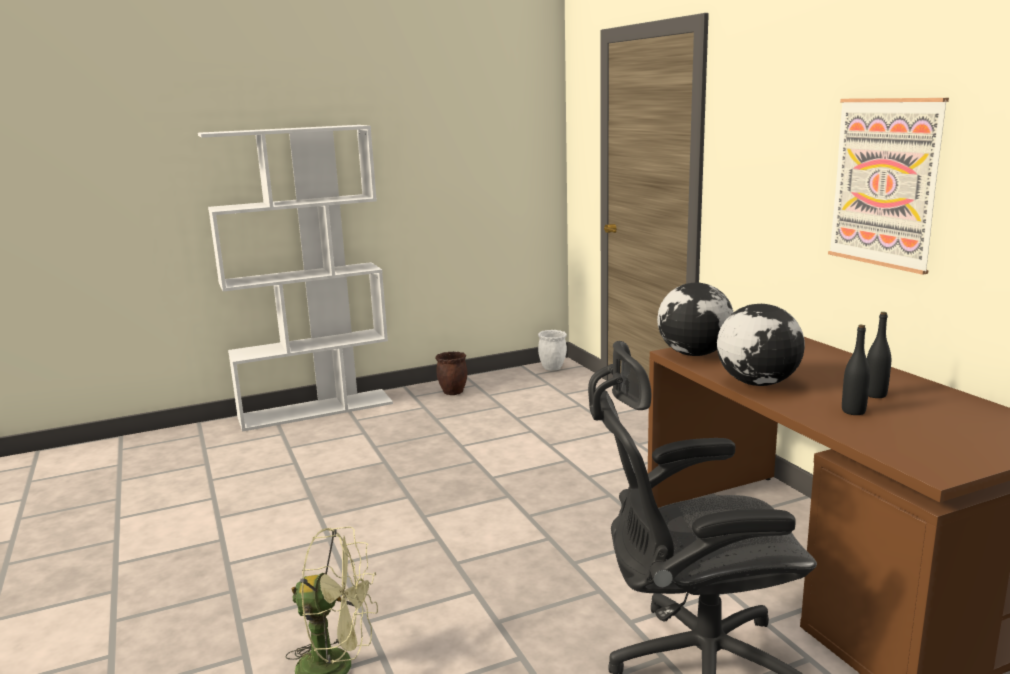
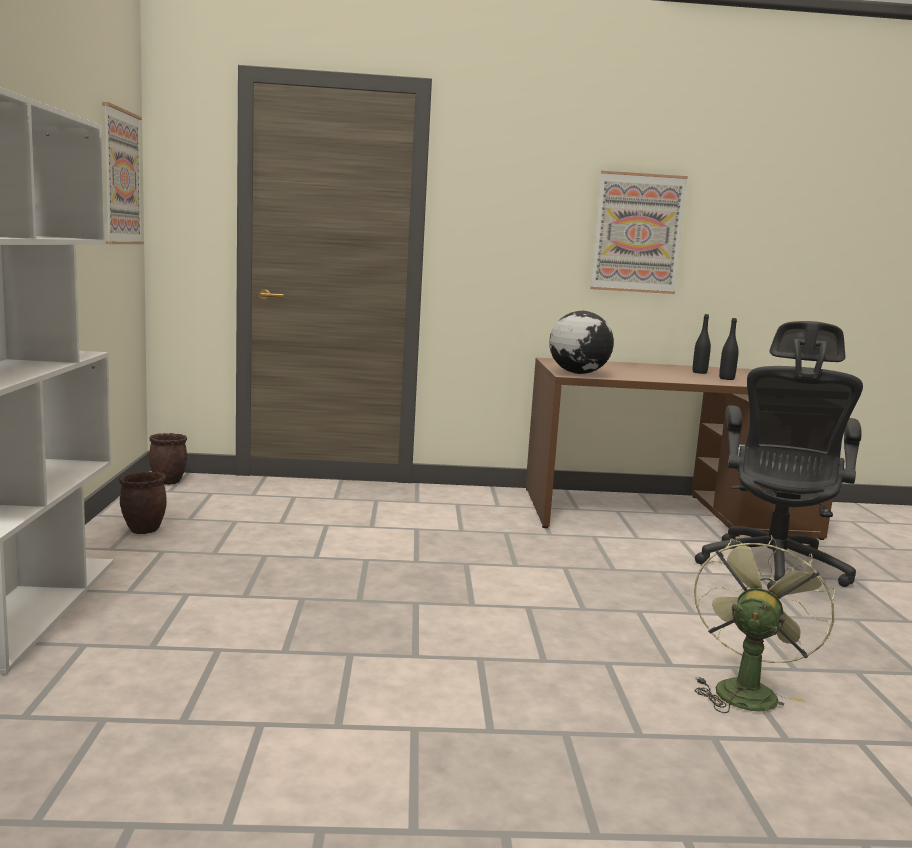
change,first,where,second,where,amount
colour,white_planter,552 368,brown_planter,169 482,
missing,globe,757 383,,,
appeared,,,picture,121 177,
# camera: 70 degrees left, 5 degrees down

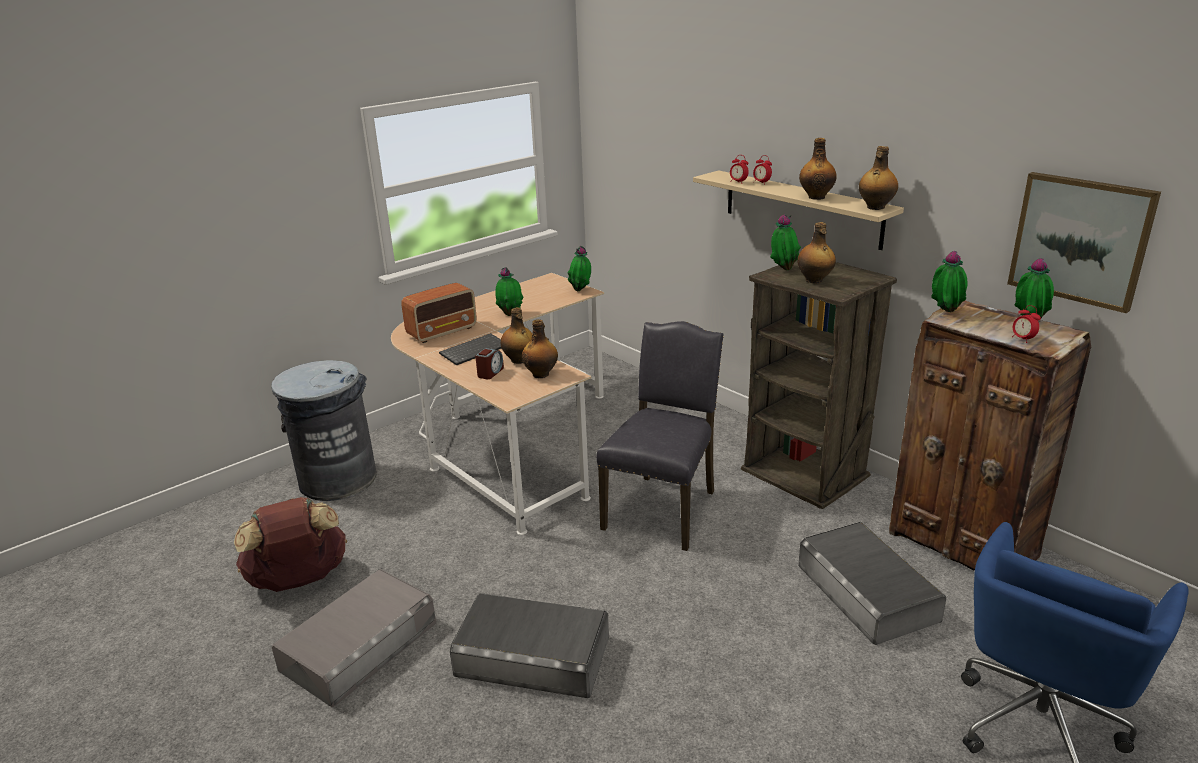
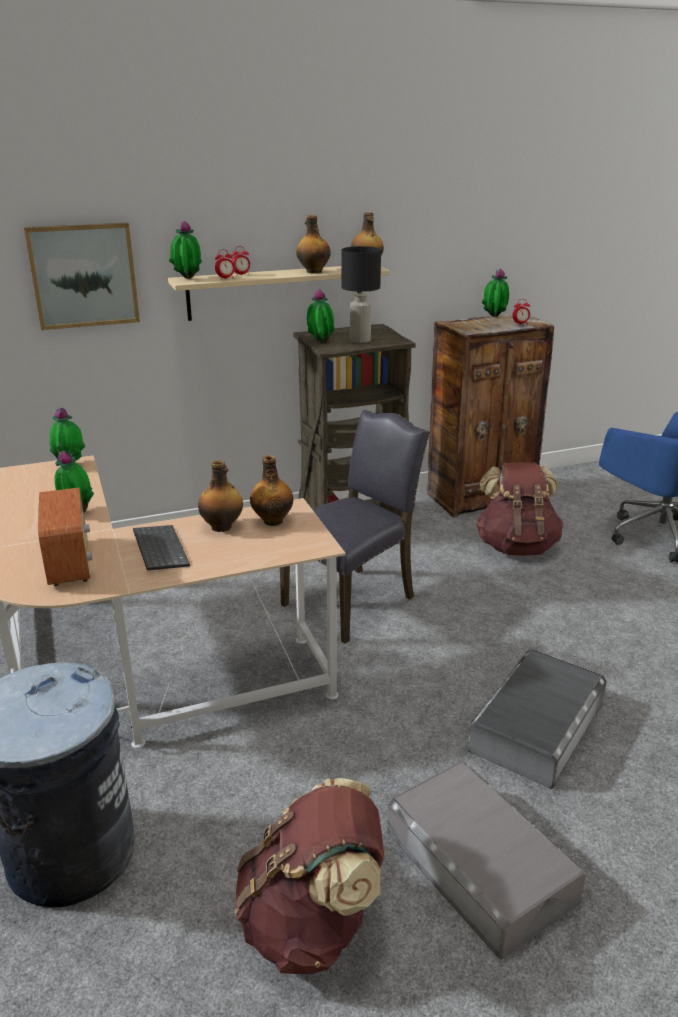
change,first,where,second,where,amount
missing,alarm_clock,490 373,,,
spun,grey_chair,663 508,,352 601,90 degrees clockwise
exchanged,bottle,814 280,black_table_lamp,360 340,
exchanged,grey_storage_box,867 592,brown_backpack,516 546,
relocated,potted_plant,944 312,,187 279,
relocated,picture,1080 240,,84 275,
# camera: 70 degrees left, 0 degrees up

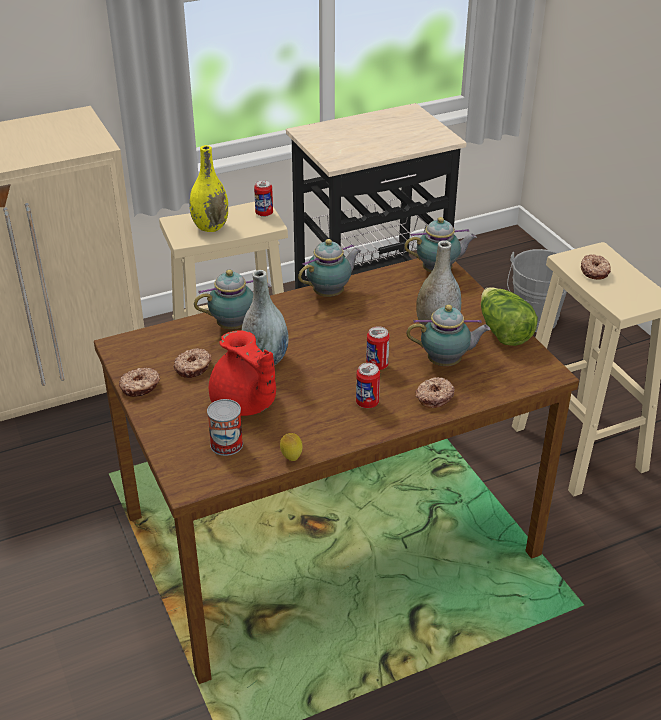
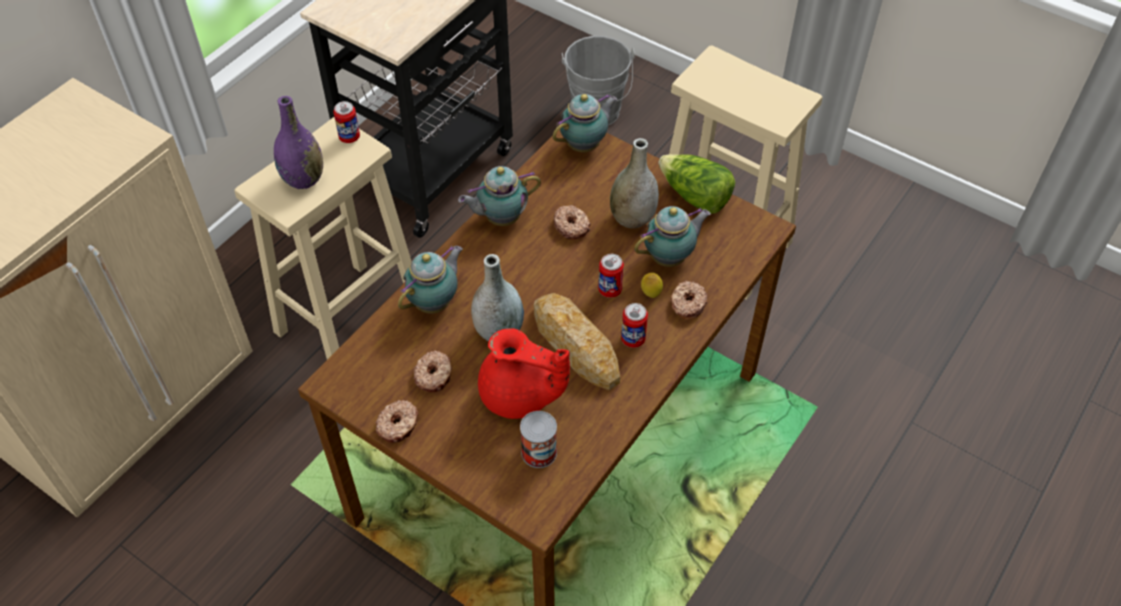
change,first,where,second,where,amount
colour,yellow_vase,210 227,purple_vase,303 179,
relocated,lemon,291 458,,650 294,
spun,teapot,331 293,,500 218,135 degrees counterclockwise
relocated,donut,595 271,,571 226,
appeared,,,bread,575 345,
# camera: 30 degrees left, 15 degrees up

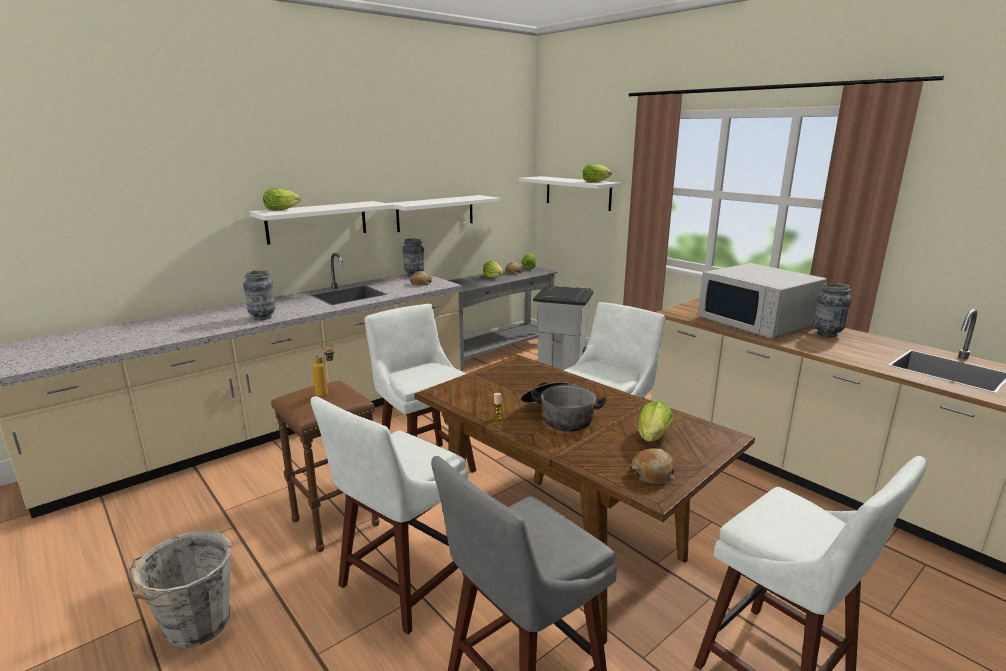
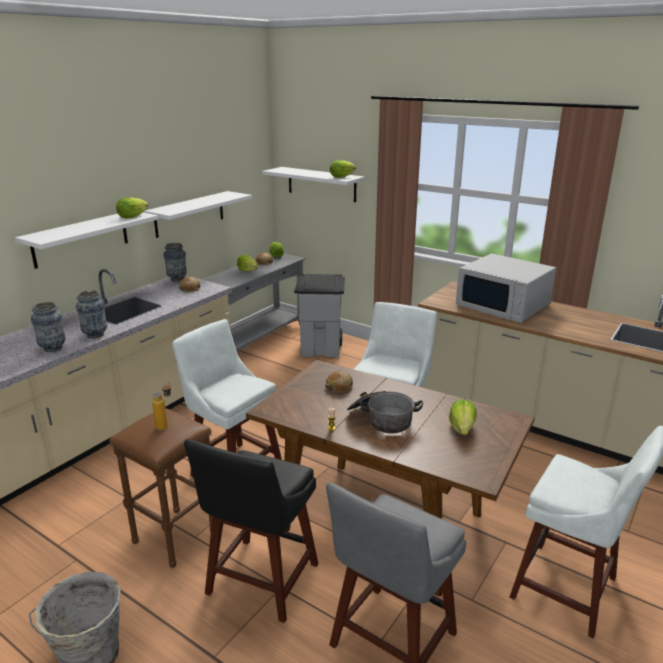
change,first,where,second,where,amount
relocated,lettuce,281 210,,132 217,
colour,white_chair,400 585,black_chair,259 582,
relocated,bread,652 473,,339 387,
relocated,vase,827 334,,95 335,
# camera: 15 degrees left, 5 degrees up

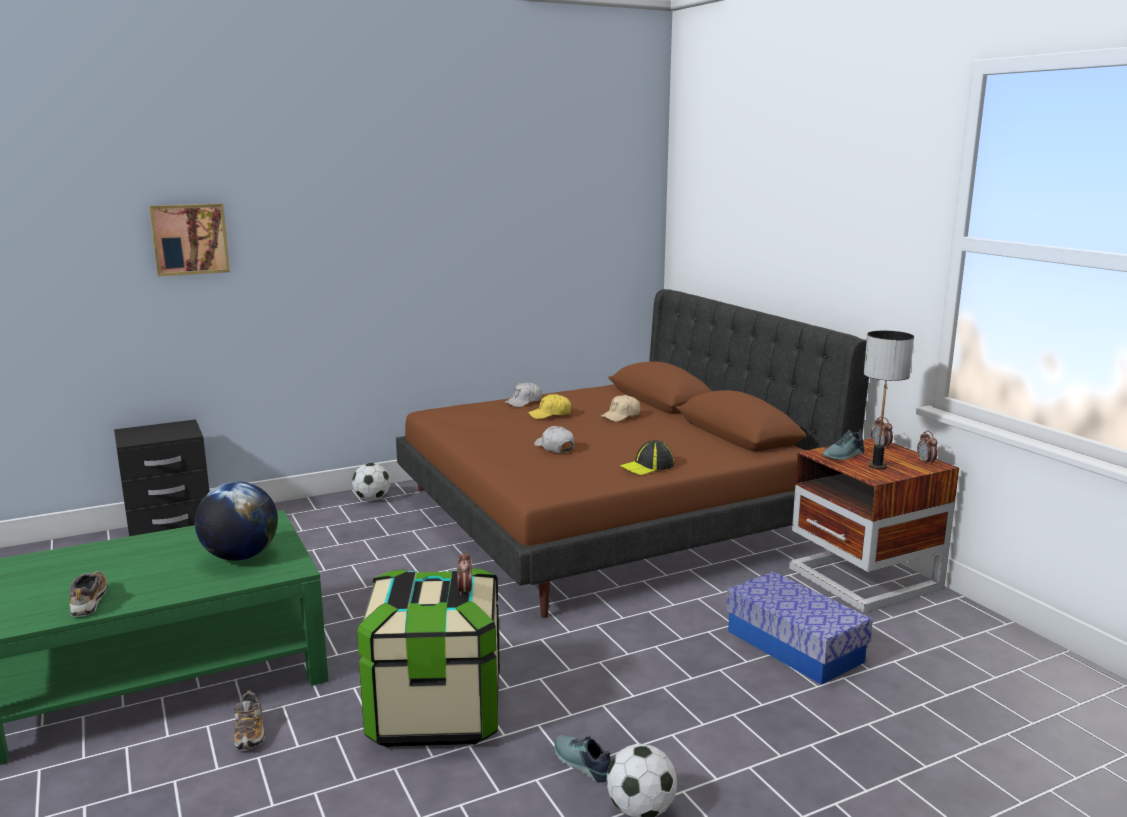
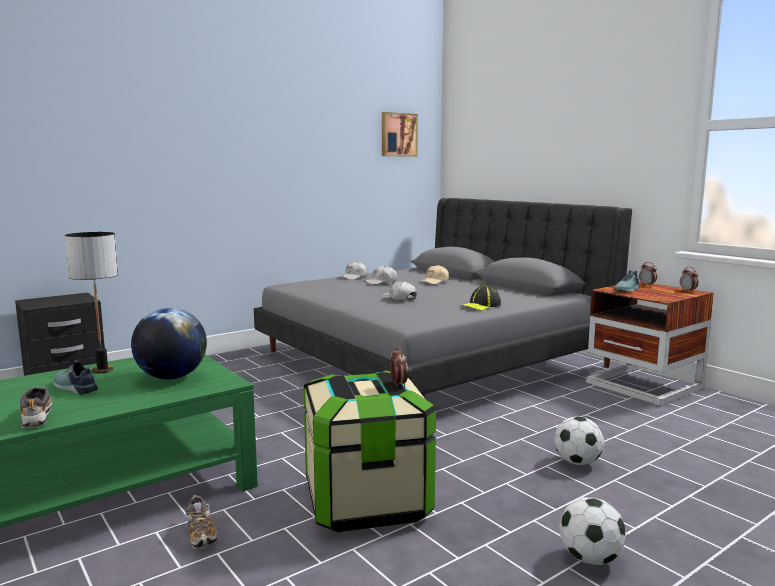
change,first,where,second,where,amount
relocated,picture,189 239,,398 135,
relocated,football,372 499,,577 462,
colour,brown_bed,611 516,grey_bed,432 359,
colour,yellow_cap,550 414,white_cap,381 282,
relocated,shoe,582 764,,74 388,
missing,storage_box,794 646,,,
relocated,table_lamp,877 466,,102 370,
# camera: 10 degrees left, 5 degrees down

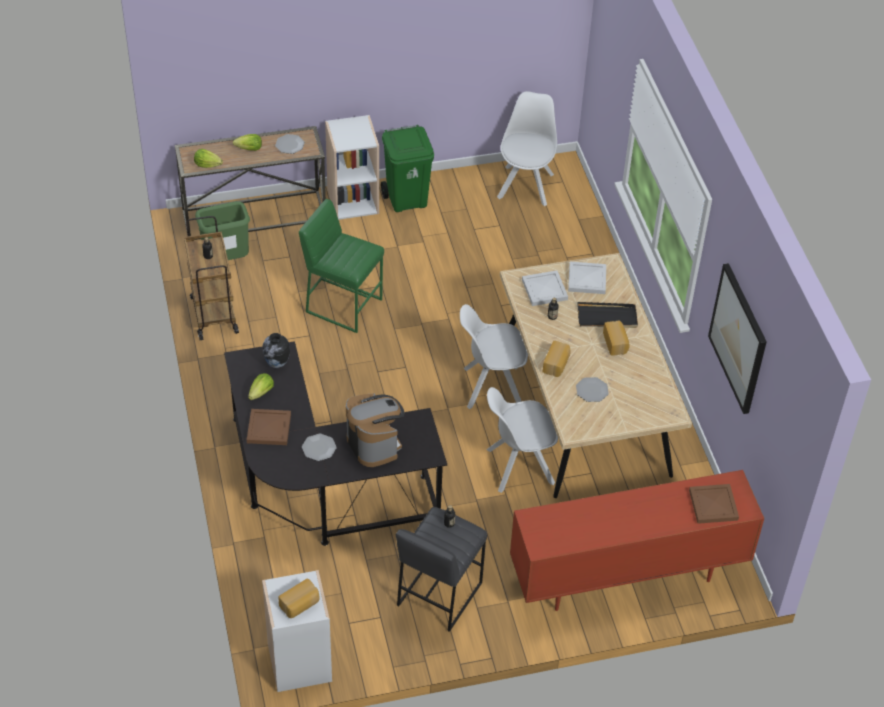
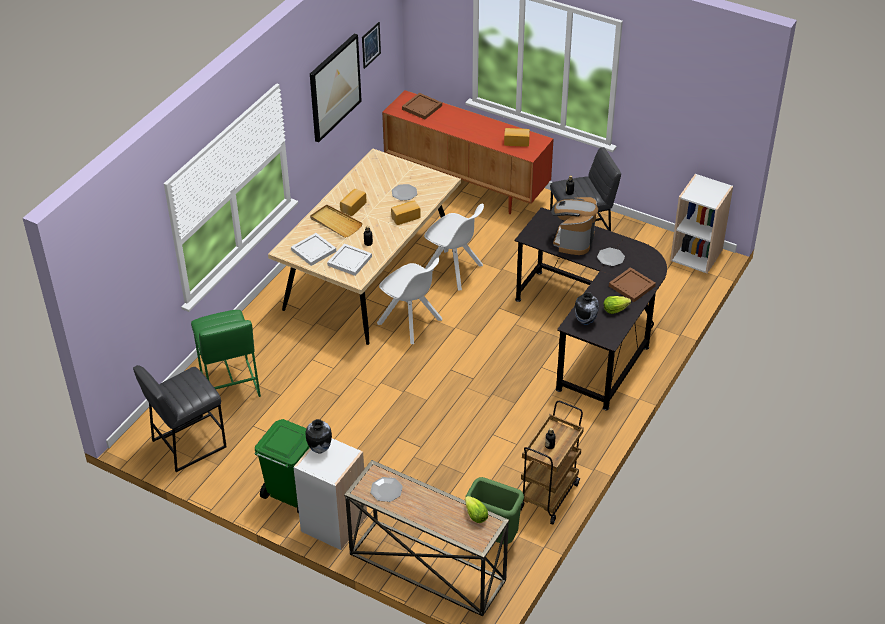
change,first,where,second,where,amount
missing,lettuce,249 149,,,
relocated,bread,300 605,,516 141,
relocated,green_stool,343 305,,230 384,
exchanged,white_chair,526 185,grey_stool,188 444,
colour,black_tray,607 317,beige_tray,335 223,
appeared,,,vase,319 449,
appeared,,,picture,371 45,
# camera: 135 degrees left, 5 degrees down

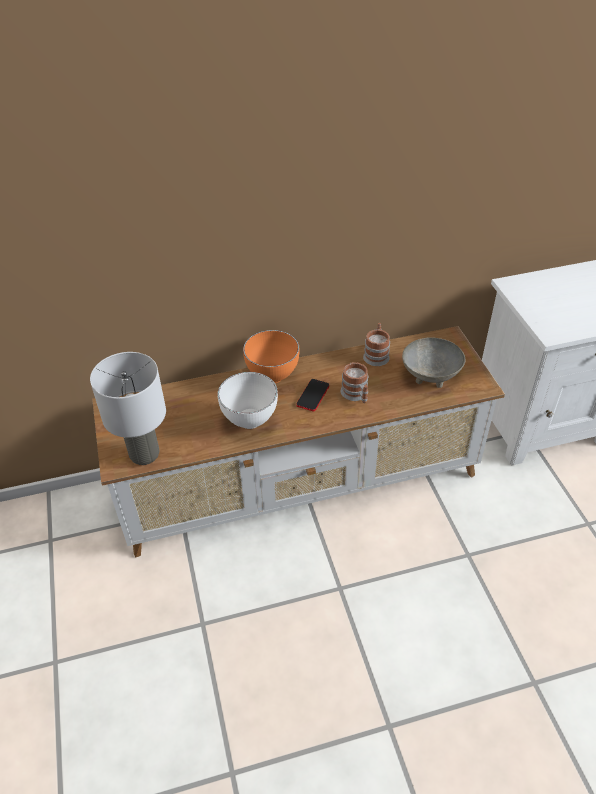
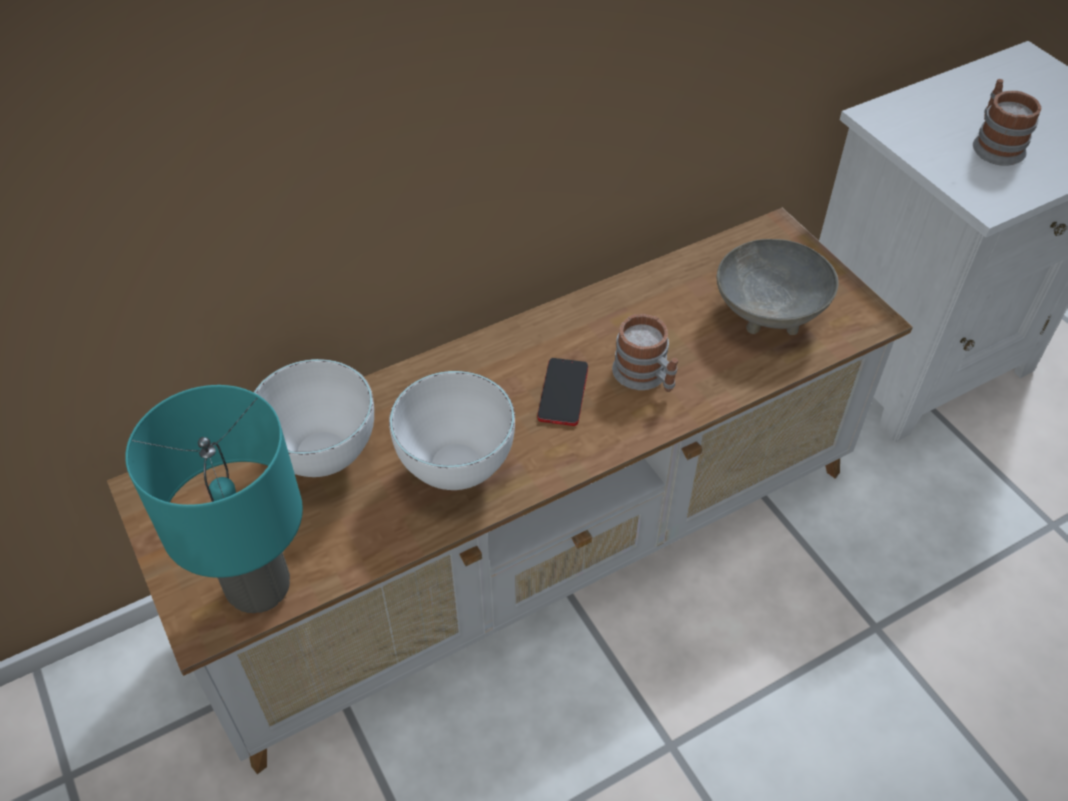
change,first,where,second,where,amount
colour,white_table_lamp,144 454,turquoise_table_lamp,257 586,
missing,orange_bowl,273 378,,,
relocated,mug,376 354,,995 144,
appeared,,,white_bowl,325 461,
# camera: 15 degrees left, 5 degrees up

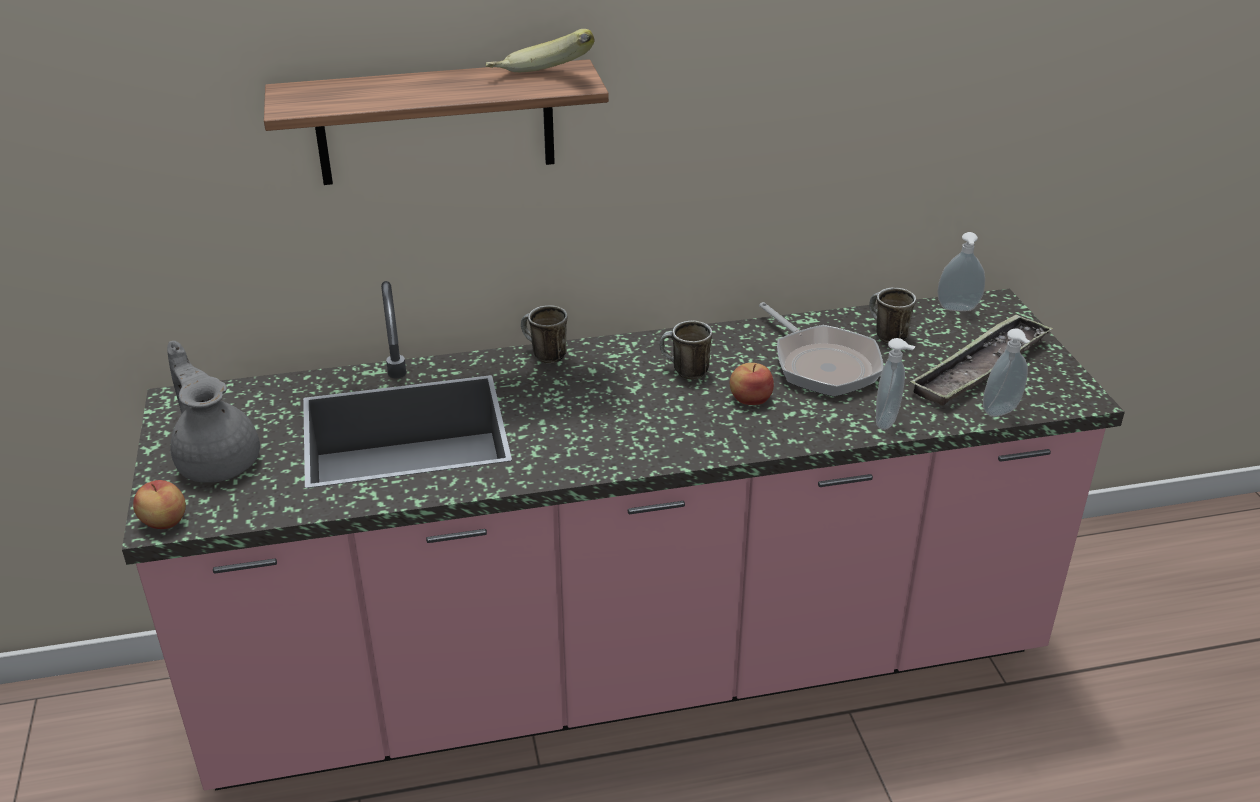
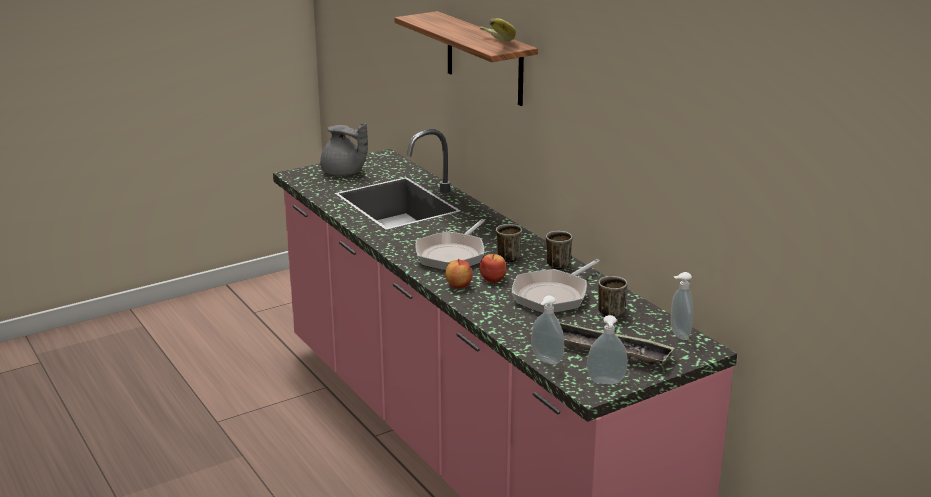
change,first,where,second,where,amount
relocated,apple,163 522,,458 285,
spun,grey_teapot,218 460,,344 173,90 degrees clockwise
relocated,mug,543 355,,557 264,
relocated,soap_dispenser,888 421,,606 382,
appeared,,,frying_pan,453 254,
# camera: 70 degrees right, 10 degrees down

